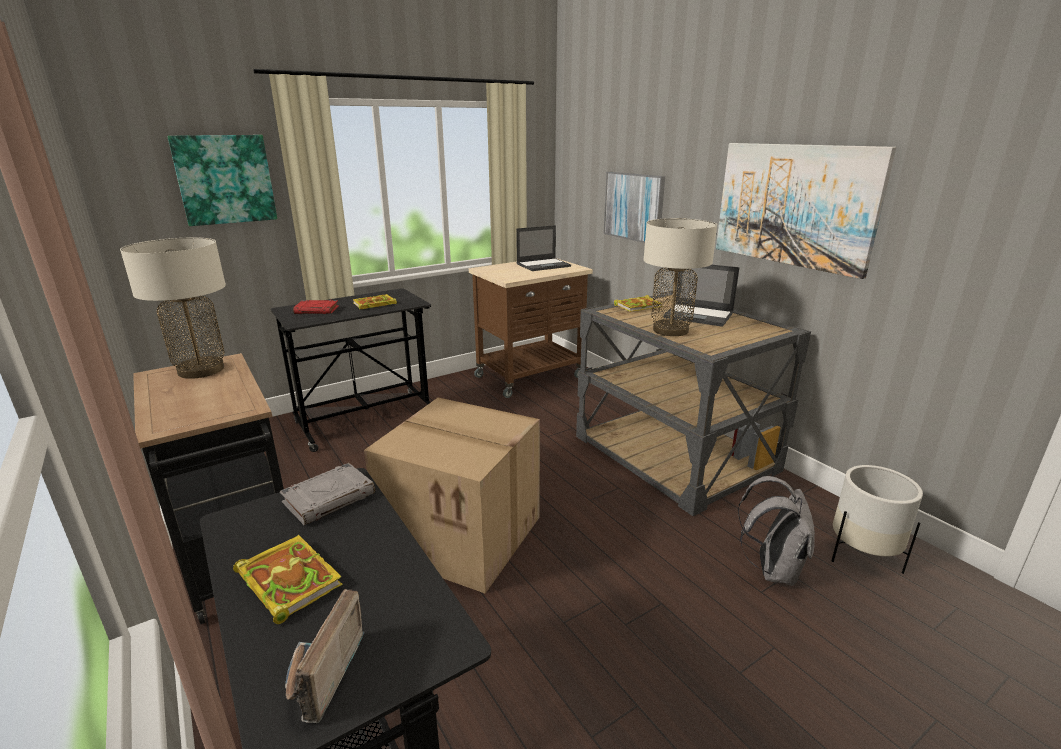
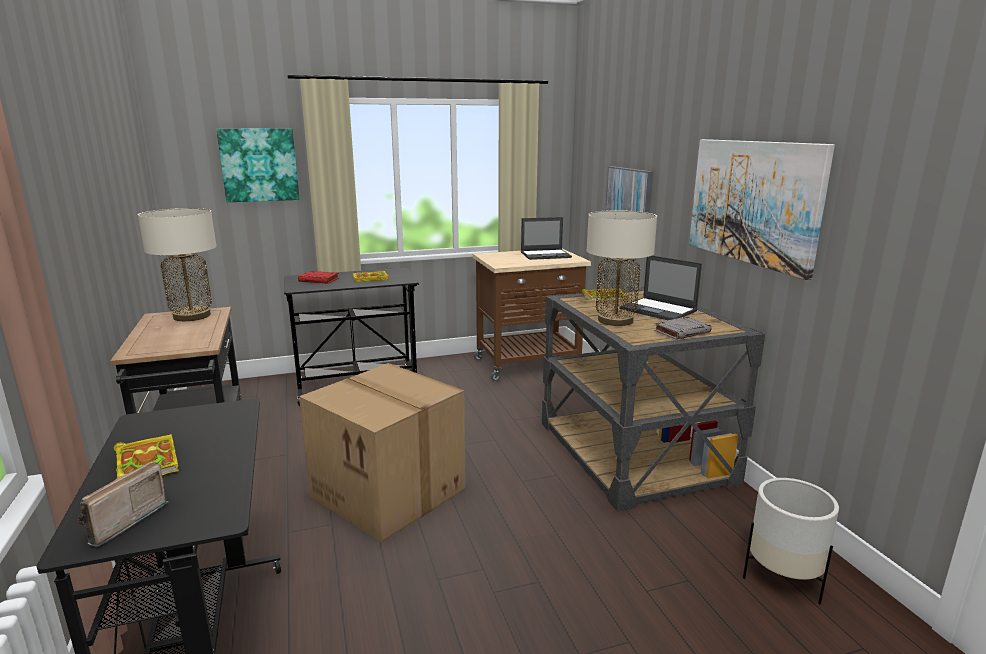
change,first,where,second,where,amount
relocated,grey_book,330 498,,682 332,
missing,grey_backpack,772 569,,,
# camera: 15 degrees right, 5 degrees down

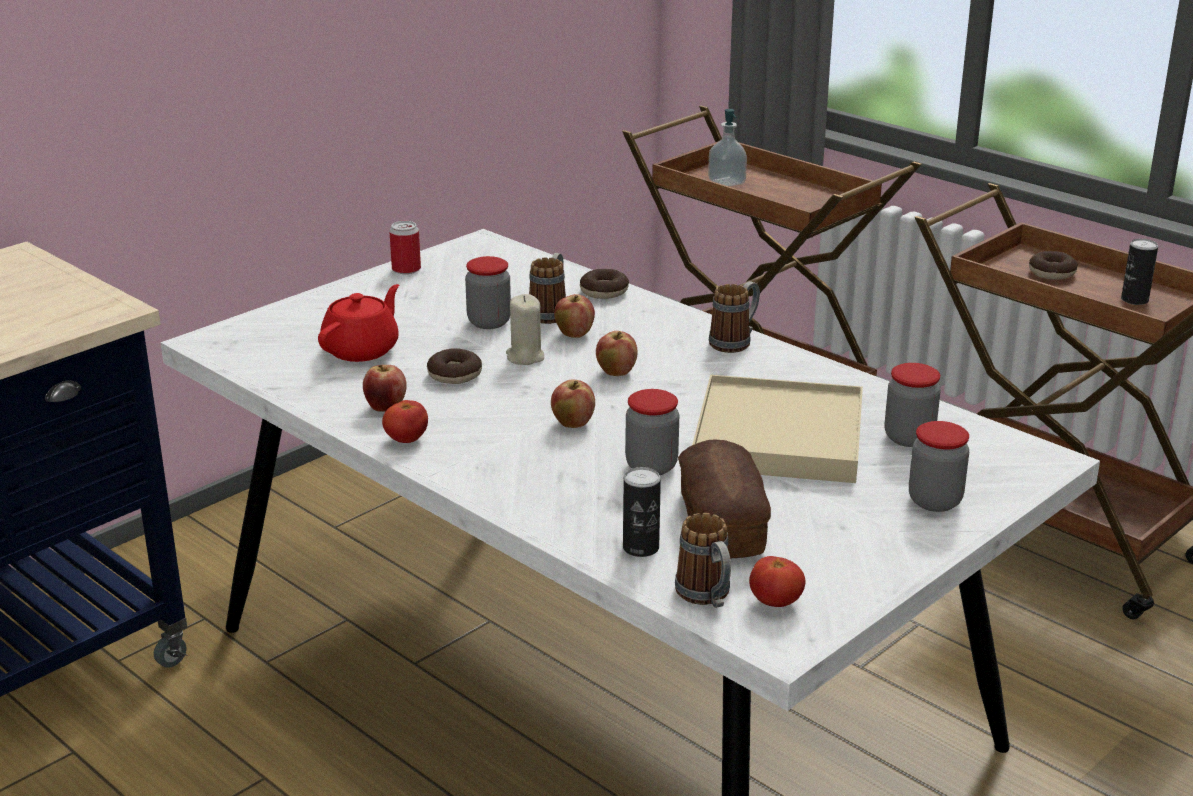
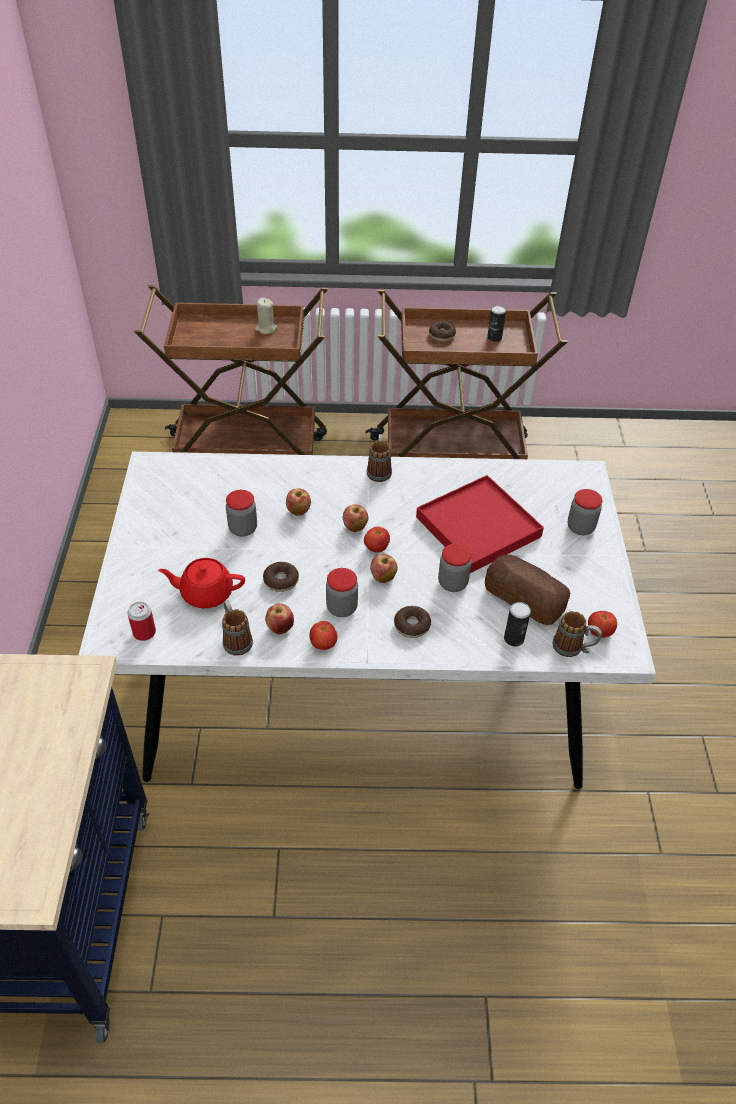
change,first,where,second,where,amount
spun,red_teapot,362 350,,206 593,75 degrees counterclockwise
relocated,can,406 269,,144 632,
relocated,beige_candle,525 357,,266 328,
relocated,mug,551 312,,235 639,
relocated,donut,604 292,,412 625,
colour,beige_tray,779 437,red_tray,478 527,
missing,soap_dispenser,726 182,,,
relocated,jar,909 438,,342 608,
appeared,,,tomato,376 548,
# camera: 45 degrees left, 20 degrees up

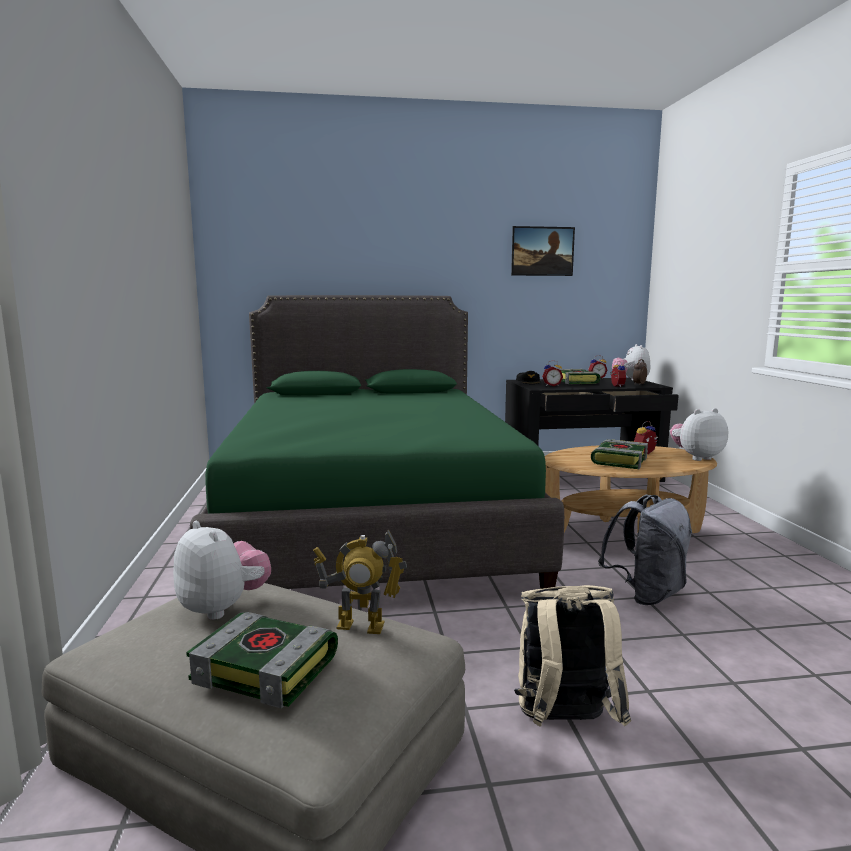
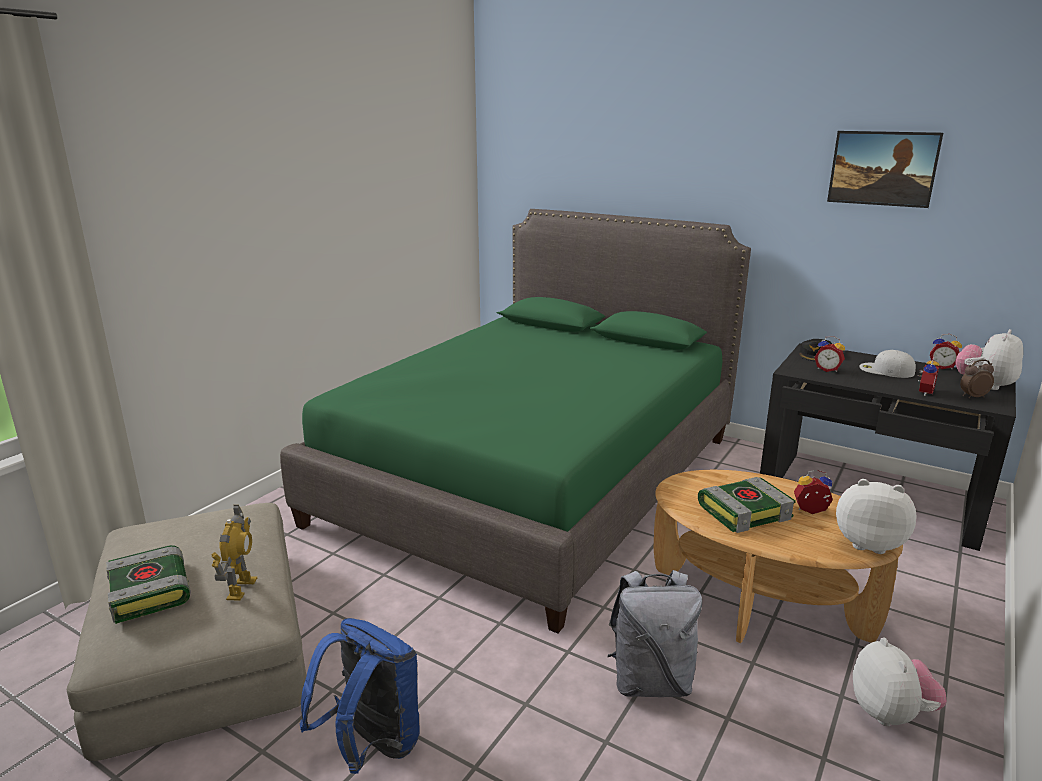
change,first,where,second,where,amount
relocated,plush_toy,223 608,,890 713,
spun,toy_robot,360 626,,241 588,135 degrees counterclockwise
colour,beige_backpack,564 722,blue_backpack,372 746,
exchanged,book,577 382,white_cap,886 370,
# camera: 40 degrees right, 10 degrees up

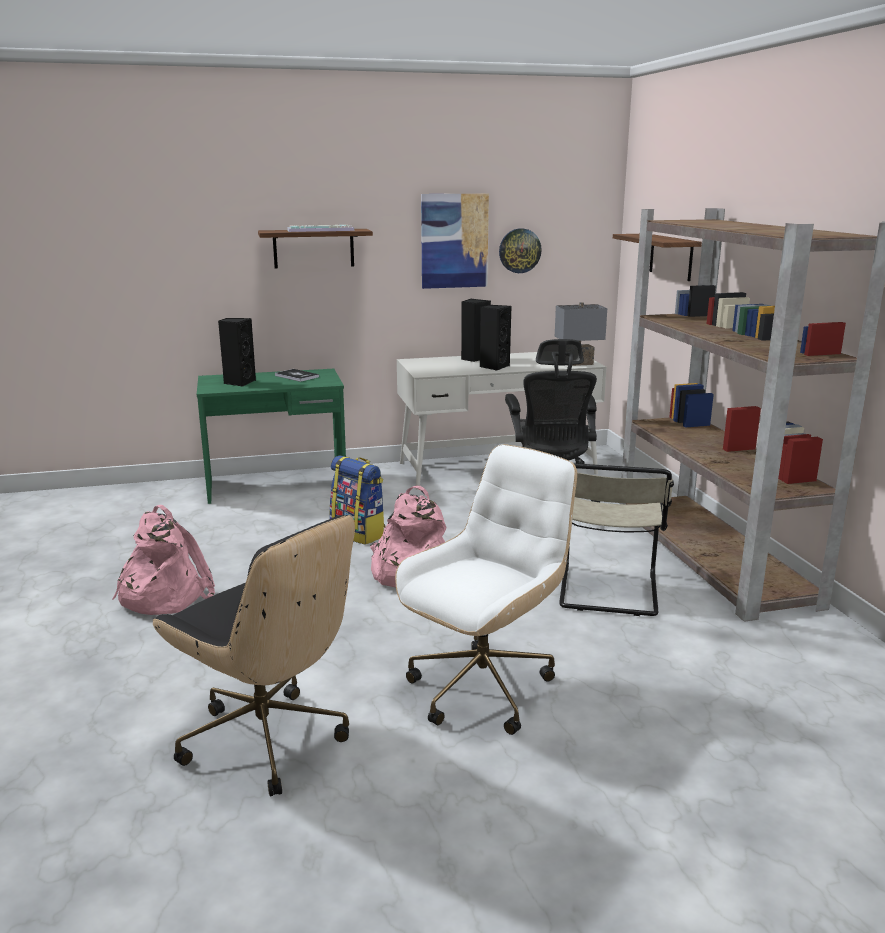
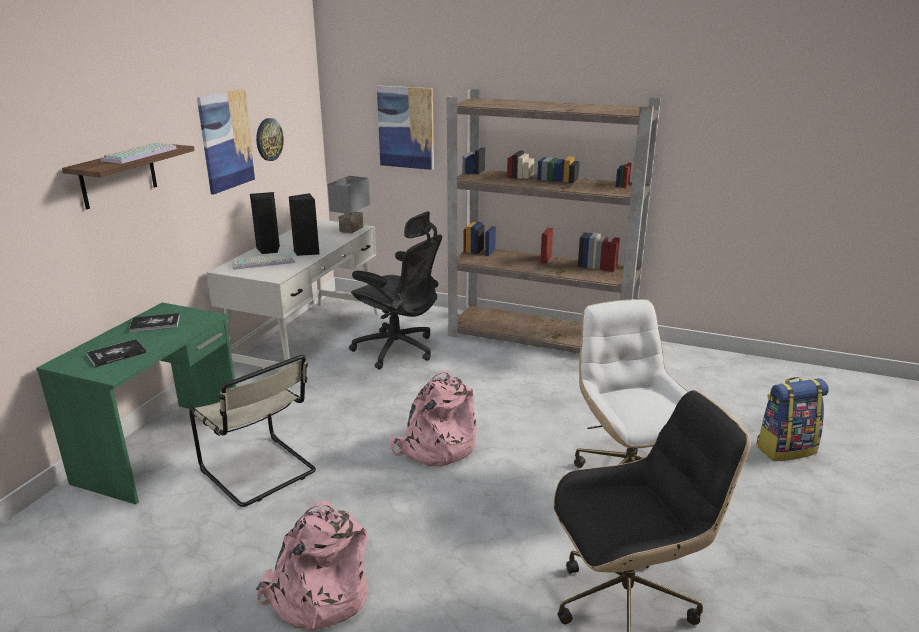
change,first,where,second,where,amount
exchanged,black_speaker,239 382,book,116 354,
relocated,backpack,359 533,,785 449,
relocated,beige_chair,608 592,,261 472,
exchanged,shelf,671 256,picture,406 127,
appeared,,,keyboard,262 263,
# camera: 55 degrees left, 5 degrees up

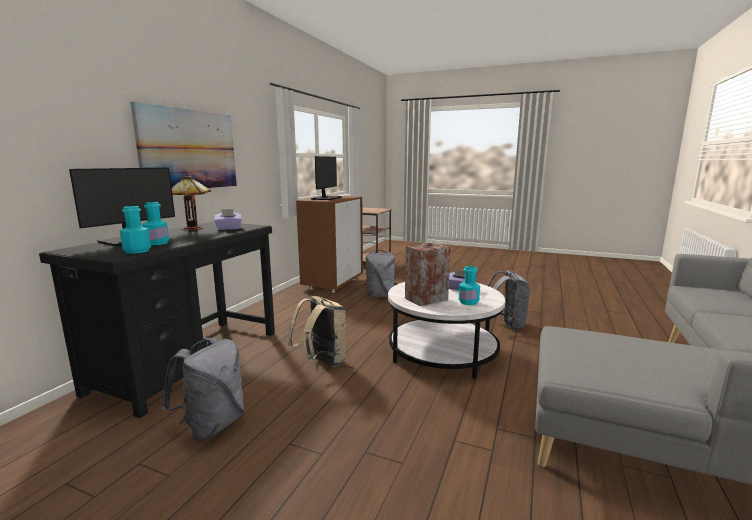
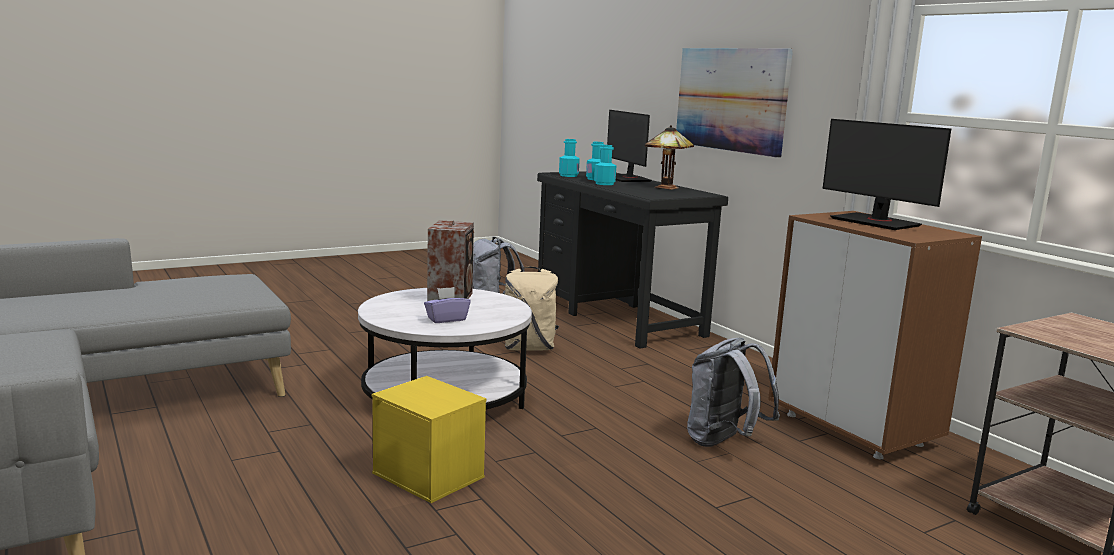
change,first,where,second,where,amount
missing,purple_tissue_box,229 228,,,
relocated,turquoise_bottle,468 302,,604 184,
exchanged,grey_backpack,506 325,yellow_storage_box,430 475,
# camera: 125 degrees right, 0 degrees up

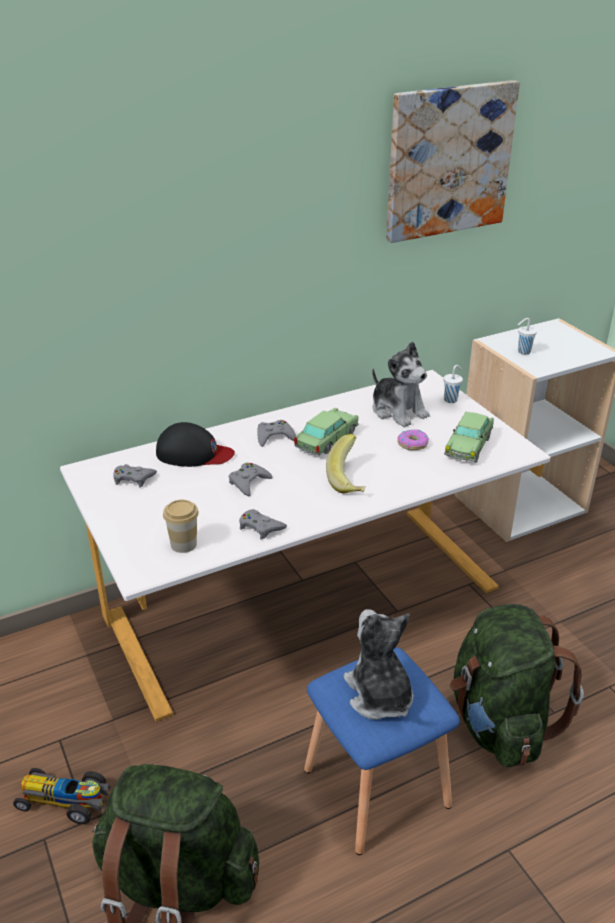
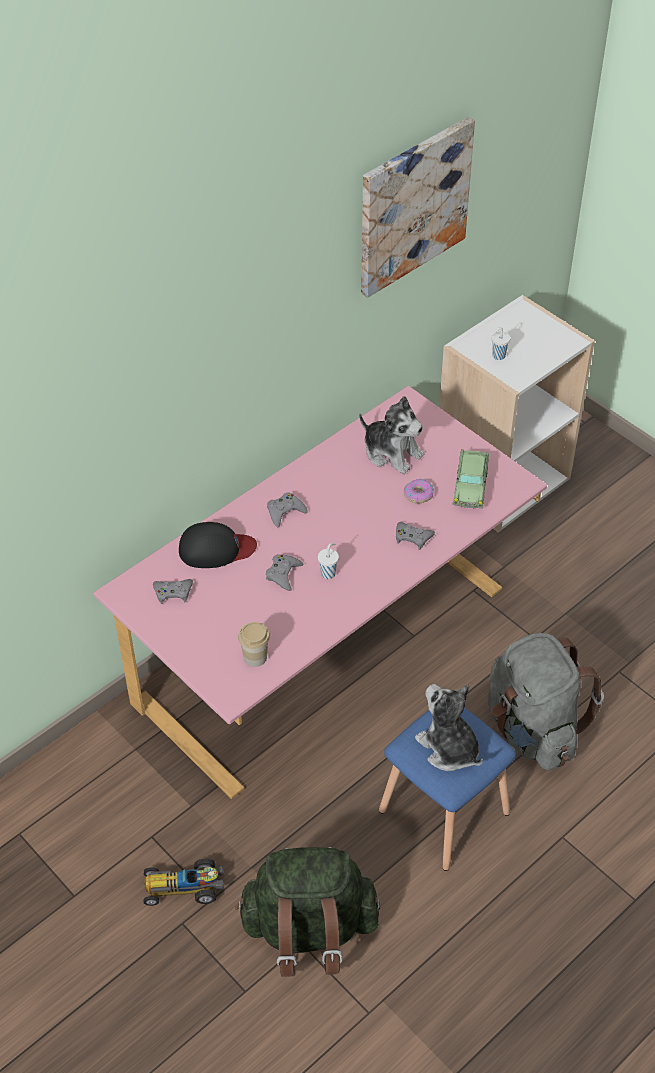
change,first,where,second,where,amount
colour,white_desk,308 609,pink_desk,328 651,
relocated,grey_game_controller,260 527,,412 537,
missing,toy_car,326 440,,,
missing,banana,350 480,,,
relocated,white_cup,451 400,,328 573,
colour,green_backpack,499 723,grey_backpack,532 729,
# camera: 15 degrees left, 15 degrees up

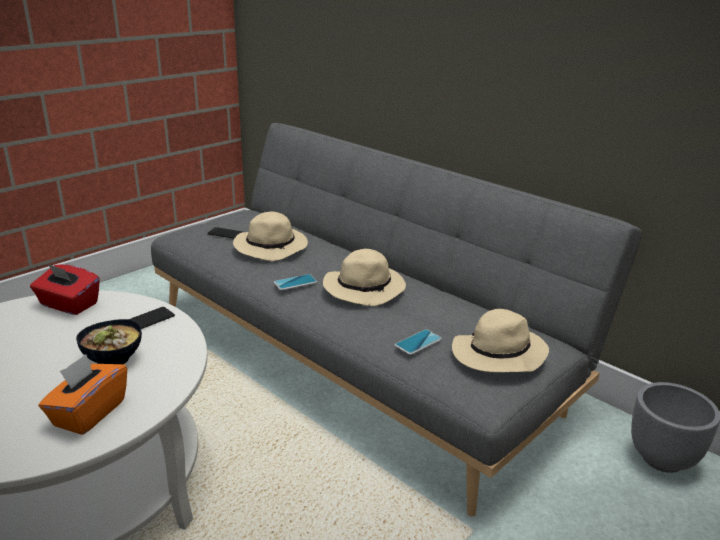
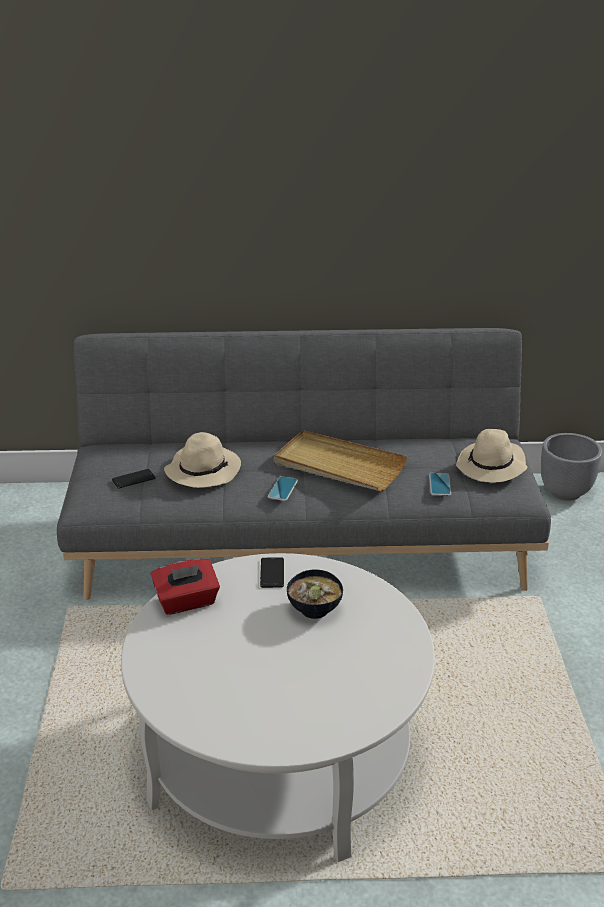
change,first,where,second,where,amount
missing,orange_tissue_box,89 413,,,
exchanged,beige_hat,365 288,beige_tray,339 465,
# camera: 45 degrees left, 5 degrees up

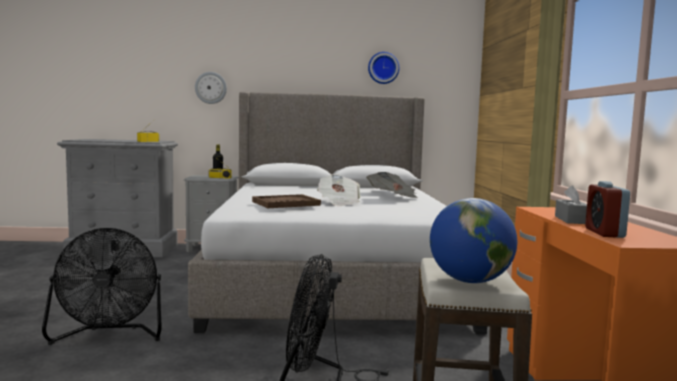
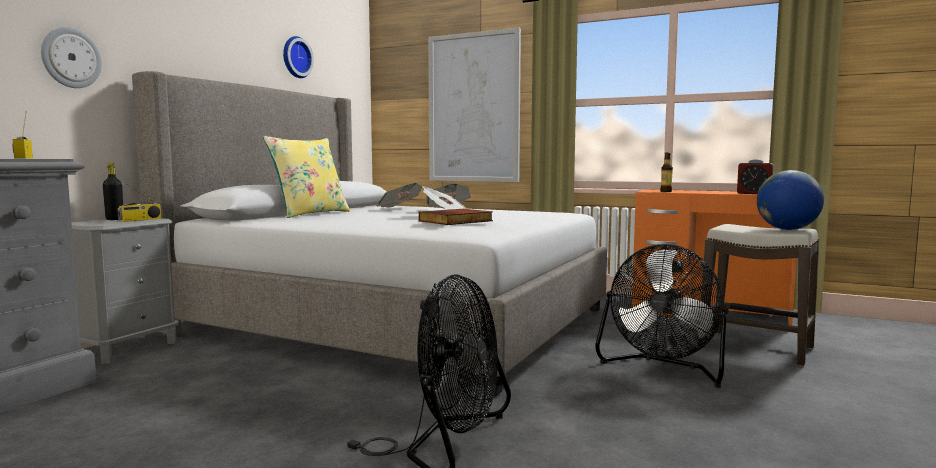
change,first,where,second,where,amount
exchanged,brown_tray,286 203,book,456 221,
missing,grey_tissue_box,571 220,,,
appeared,,,yellow_pillow,310 214,
appeared,,,picture,473 108,
appeared,,,bottle,666 192,
# camera: 60 degrees left, 0 degrees up

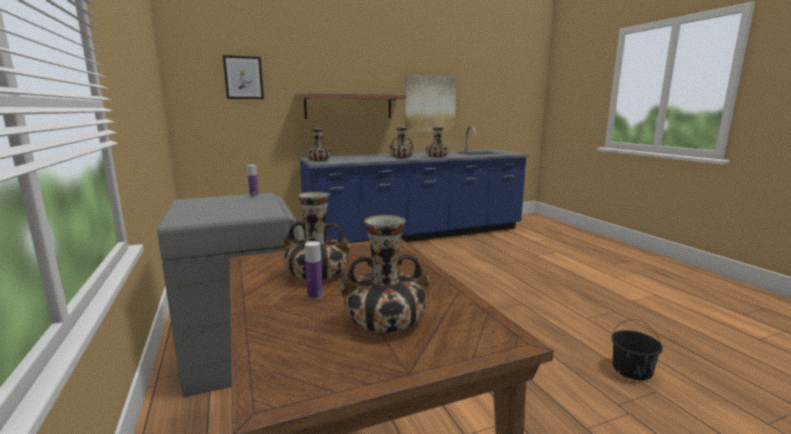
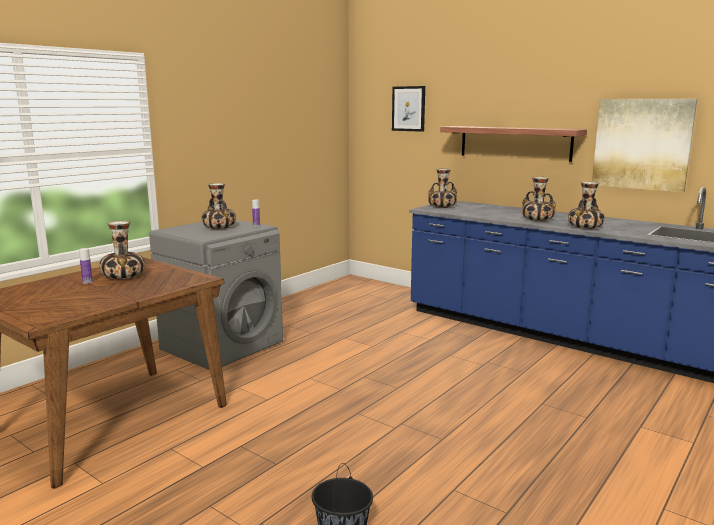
change,first,where,second,where,amount
relocated,vase,386 320,,219 227,
# camera: 60 degrees right, 0 degrees up

